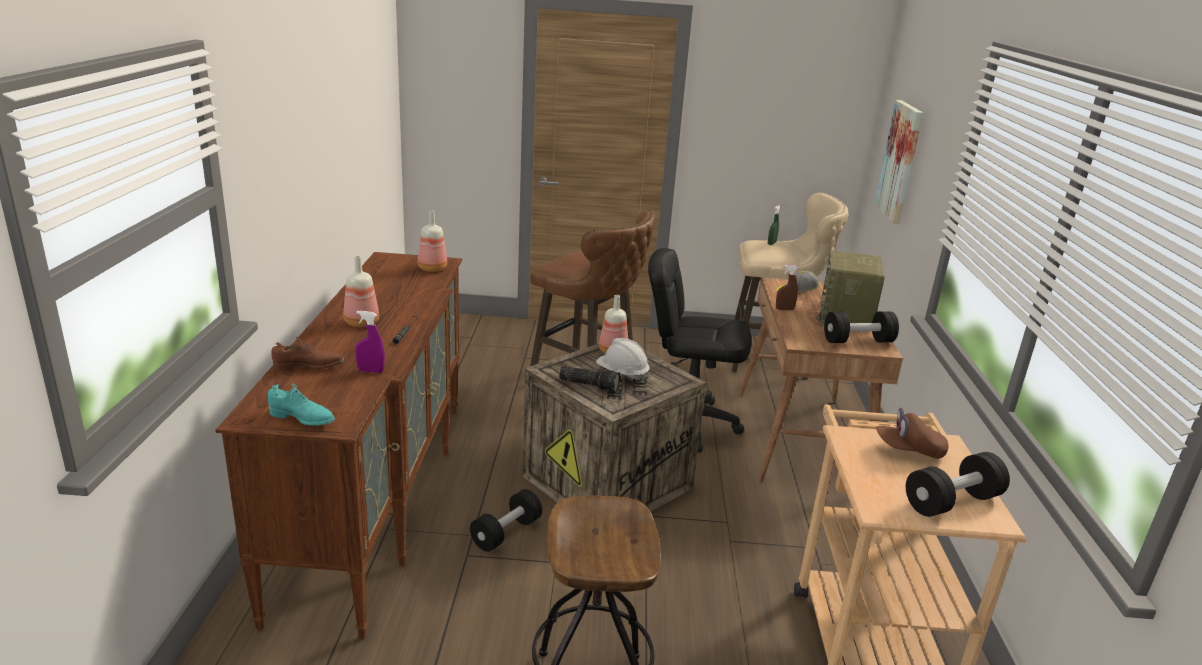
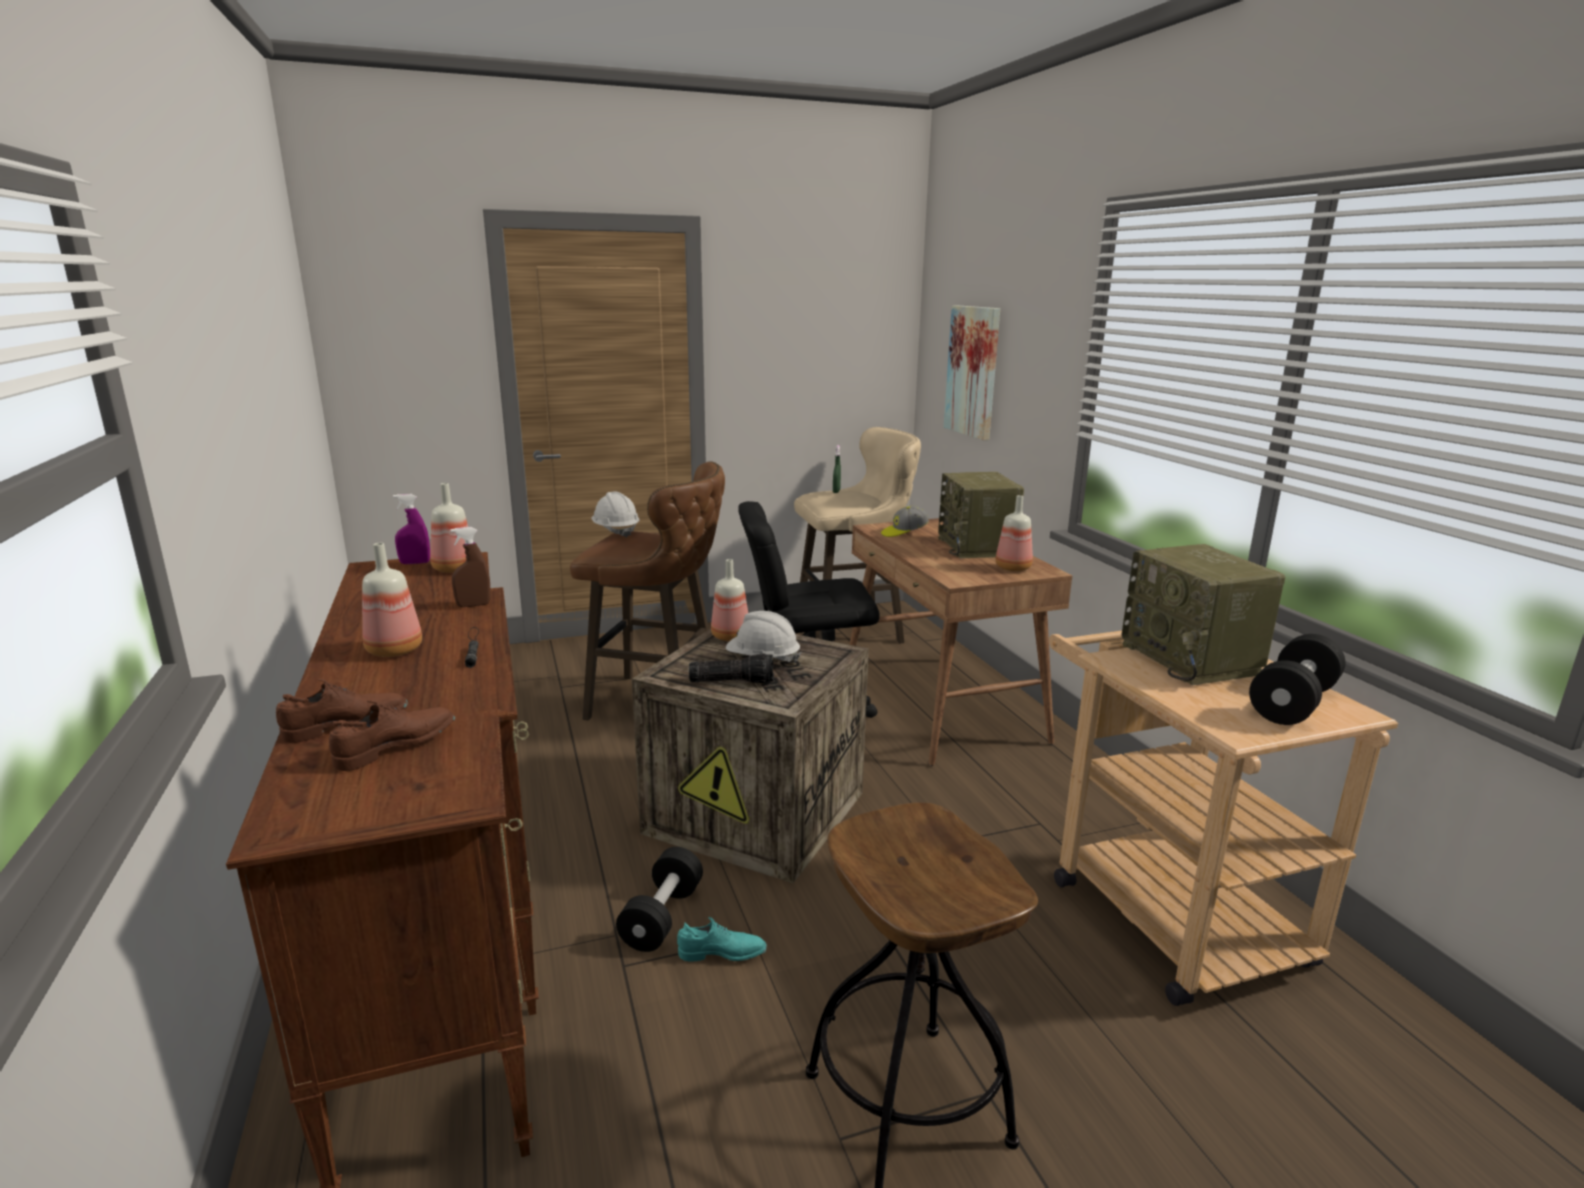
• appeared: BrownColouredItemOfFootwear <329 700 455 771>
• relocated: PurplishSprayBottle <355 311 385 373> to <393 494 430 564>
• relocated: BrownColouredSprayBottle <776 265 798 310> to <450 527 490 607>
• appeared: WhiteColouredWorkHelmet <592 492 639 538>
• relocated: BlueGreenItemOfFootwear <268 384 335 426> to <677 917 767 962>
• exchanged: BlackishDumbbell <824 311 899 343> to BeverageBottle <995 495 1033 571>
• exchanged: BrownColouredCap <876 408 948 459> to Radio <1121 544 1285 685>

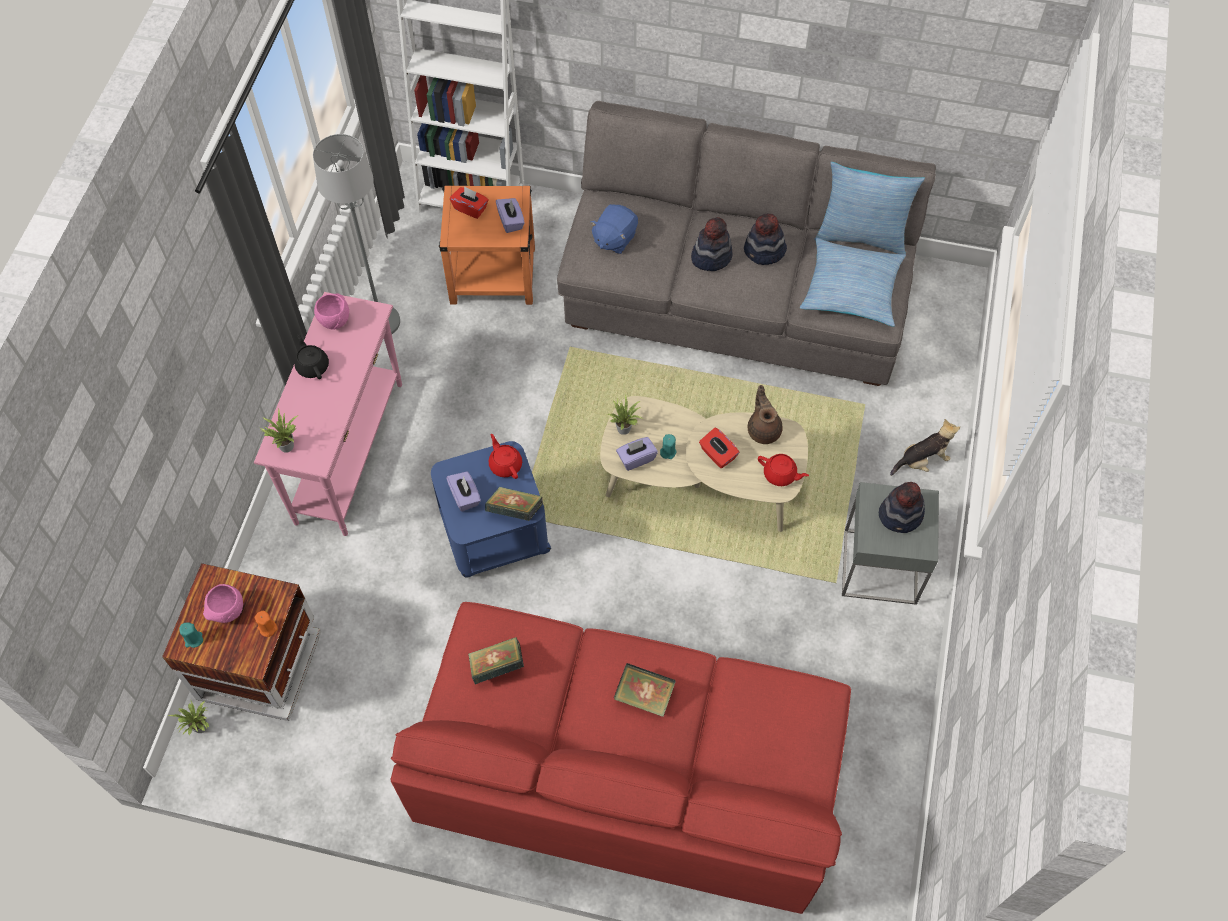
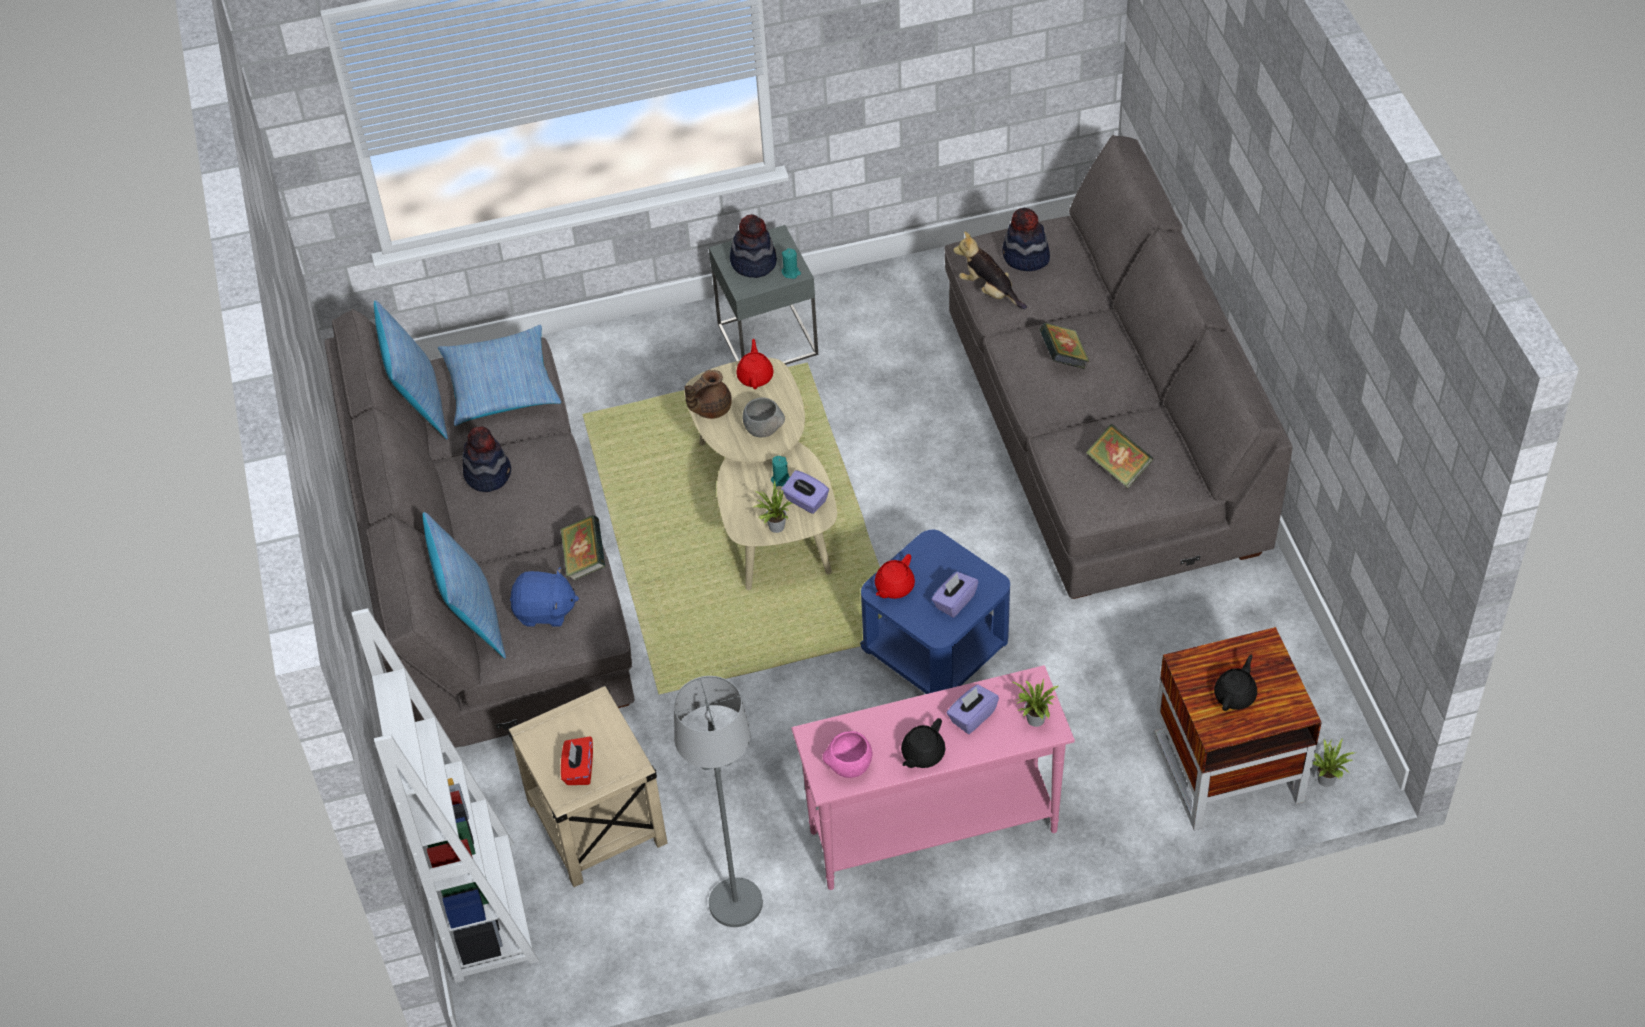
• appeared: ThrowPillow <423 512 506 658>
• colour: OrangeySideTable <439 186 535 305> to BeigeSideTable <508 686 667 887>
• relocated: BoundBook <485 487 543 521> to <560 515 605 581>
• exchanged: RedBoxOfTissues <699 427 739 468> to GreyServingBowl <743 397 785 437>
• relocated: BlueGreenWaxLight <179 622 203 648> to <781 248 801 279>
• colour: RedCouch <390 602 851 914> to GreyCouch <944 135 1293 599>
• relocated: PurplishBoxOfTissues <496 198 525 233> to <947 685 999 734>
• relocated: SoftToy <890 419 960 476> to <953 231 1027 309>
• relocated: ClothingHat <691 217 733 271> to <1002 208 1050 271>
• exchanged: PinkServingBowl <203 584 243 623> to BlackishTeapot <1214 654 1257 711>
• missing: OrangeyWaxLight <255 611 278 637>

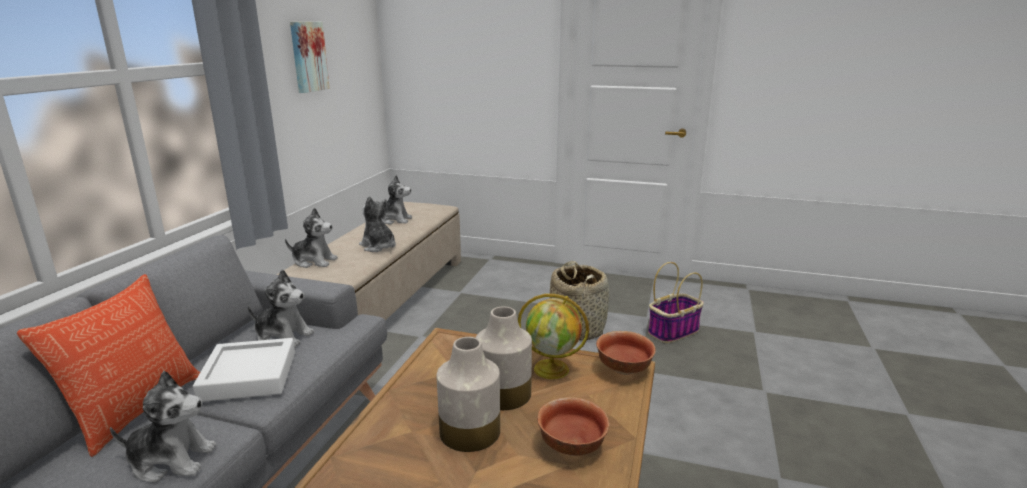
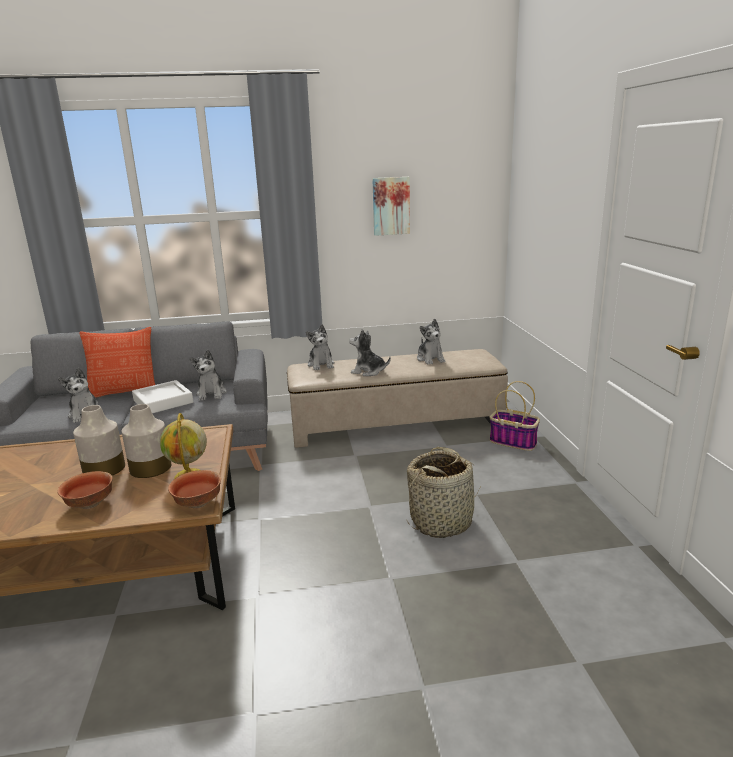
• spun: SoftToy <359 196 396 252> = <349 329 391 376> 90 degrees counterclockwise
• relocated: Basket <648 262 704 343> to <490 381 540 451>

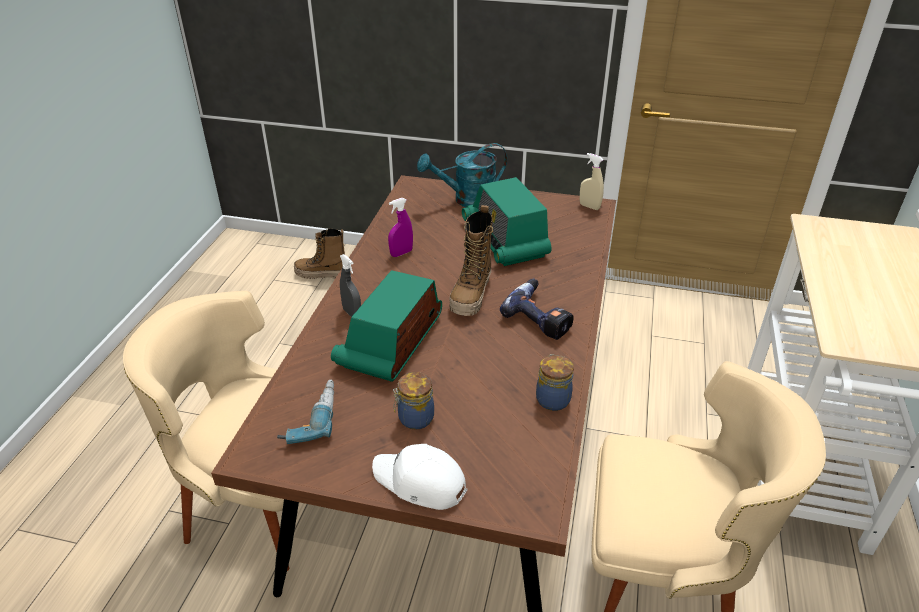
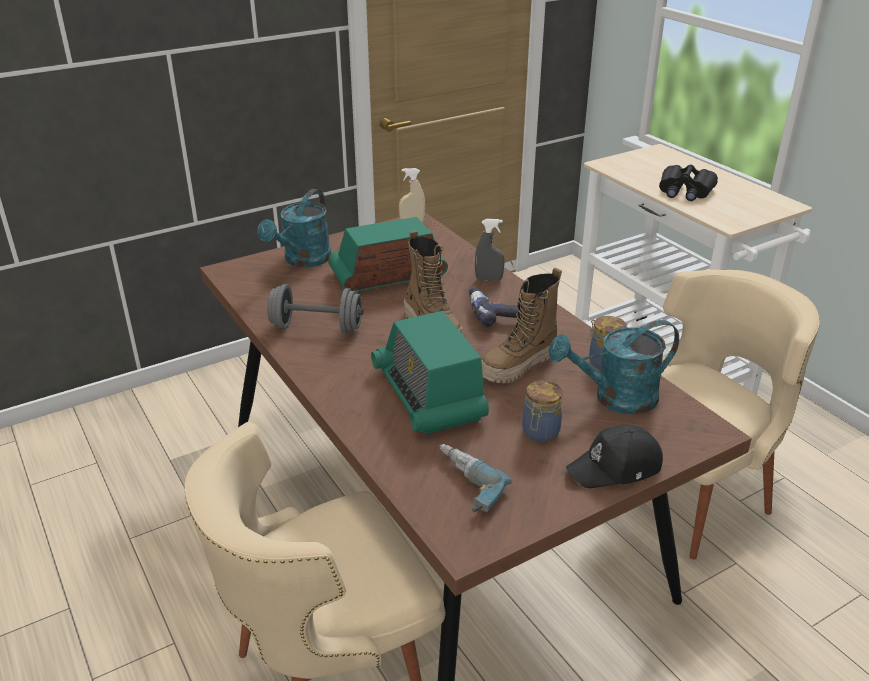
• exchanged: PurplishSprayBottle <388 198 413 257> to GreyDumbbell <267 284 363 333>
• spun: Radio <462 177 552 266> = <328 217 448 292> 135 degrees clockwise
• relocated: GreySprayBottle <340 254 361 317> to <475 219 505 281>
• relocated: Boot <294 229 345 279> to <481 268 562 384>
• appeared: BlueGreenSprinklingCan <549 320 679 414>
• colour: WhiteColouredCap <372 444 467 510> to BlackishCap <566 425 663 488>
• appeared: BlackishBinoculars <659 164 718 201>

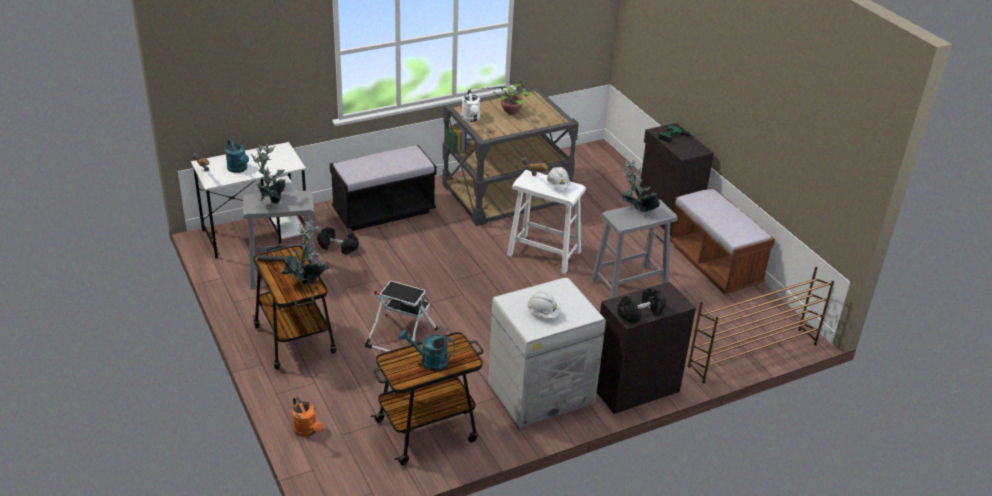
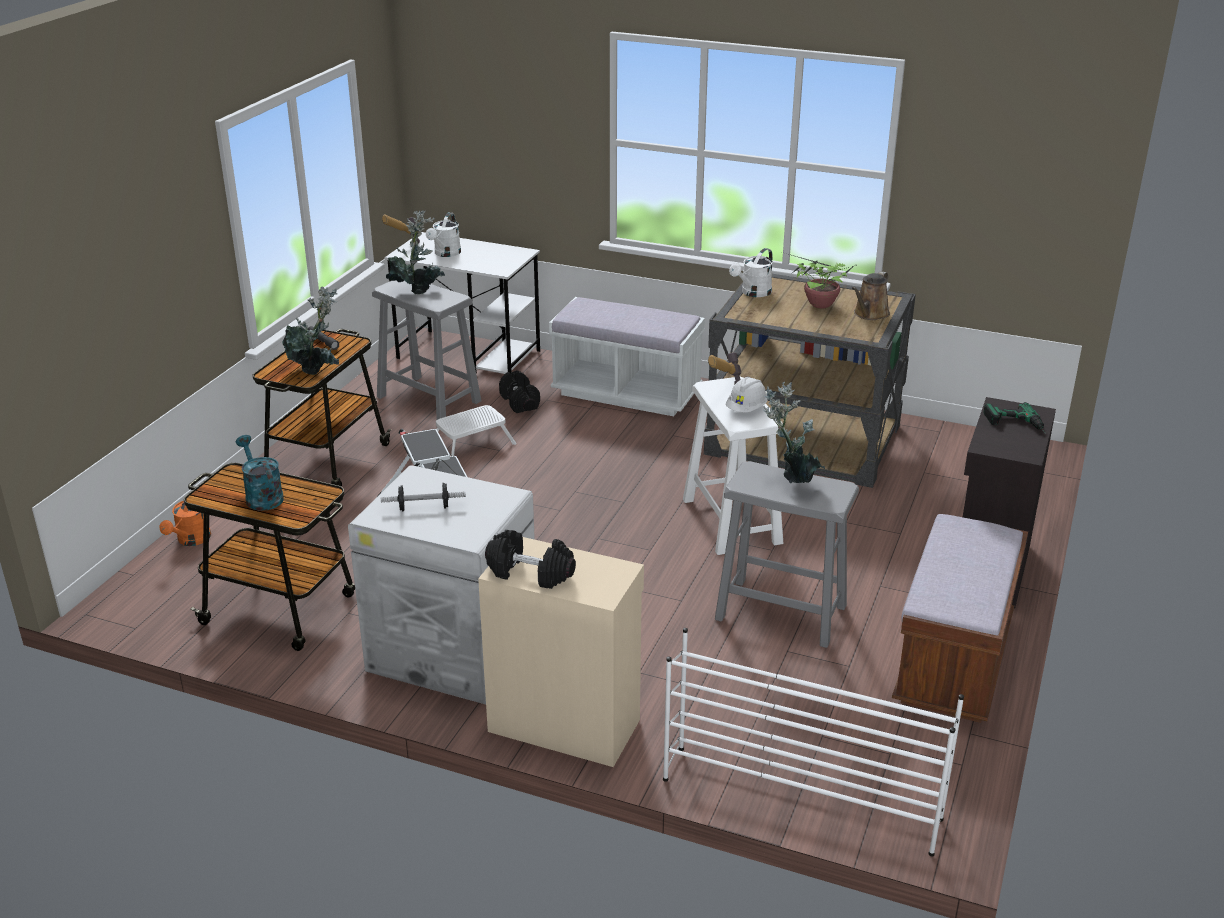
• exchanged: WhiteColouredWorkHelmet <527 291 561 318> to Dumbbell <381 483 466 511>
• colour: BlueGreenSprinklingCan <225 139 249 173> to WhiteColouredSprinklingCan <426 212 461 257>
• appeared: WhiteColouredStepladder <436 405 517 456>
• colour: BlackishCupboard <597 282 696 414> to BeigeCupboard <478 537 644 767>
• colour: BlackishLongSeat <330 145 436 231> to WhiteColouredLongSeat <549 297 705 416>
• colour: BrownColouredShoeRack <687 267 834 383> to WhiteColouredShoeRack <663 628 964 856>
• appeared: BrownColouredSprinklingCan <852 271 890 320>

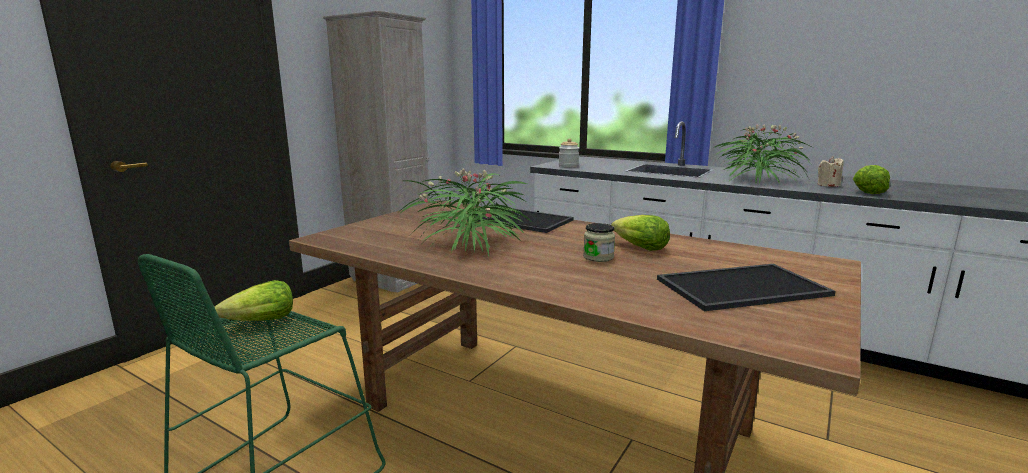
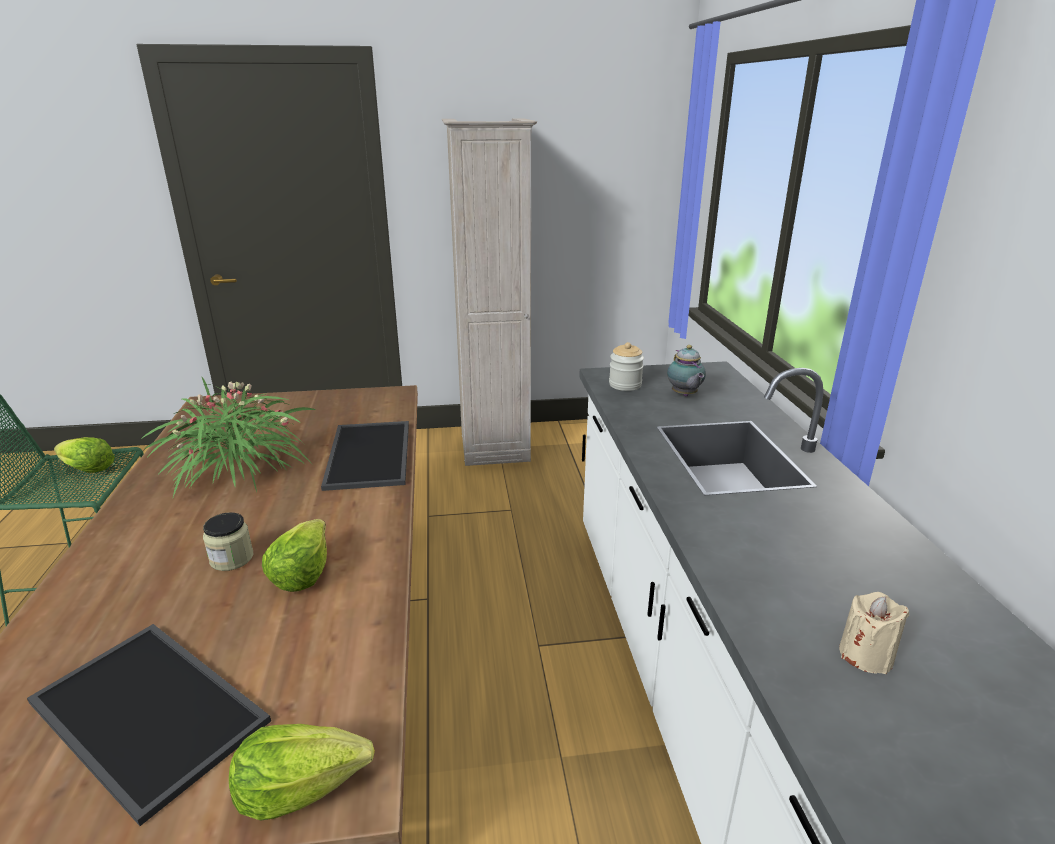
• relocated: Lettuce <853 165 890 194> to <229 724 375 821>
• appeared: Teapot <667 345 706 397>
• missing: PottedPlant <715 124 813 184>

